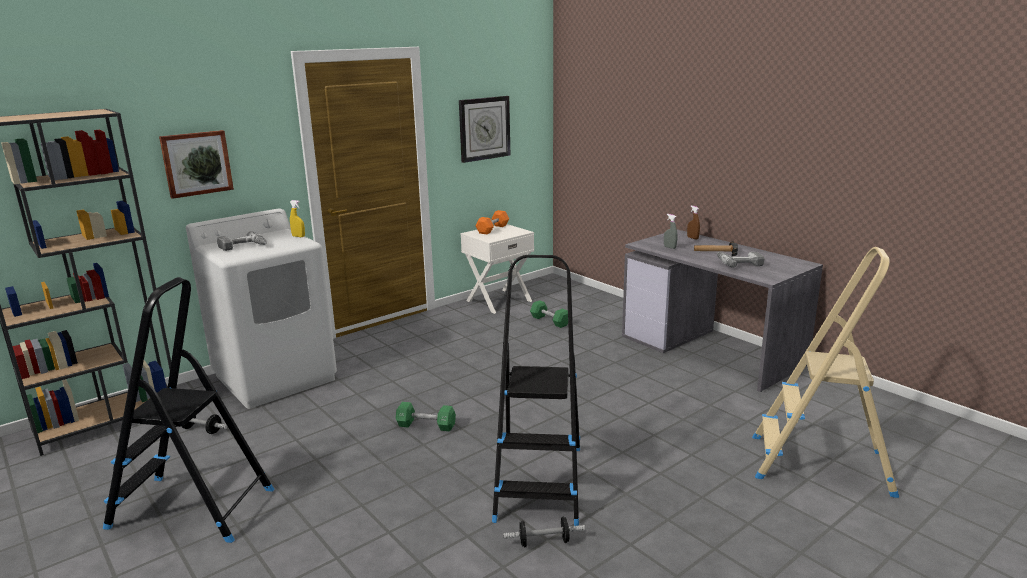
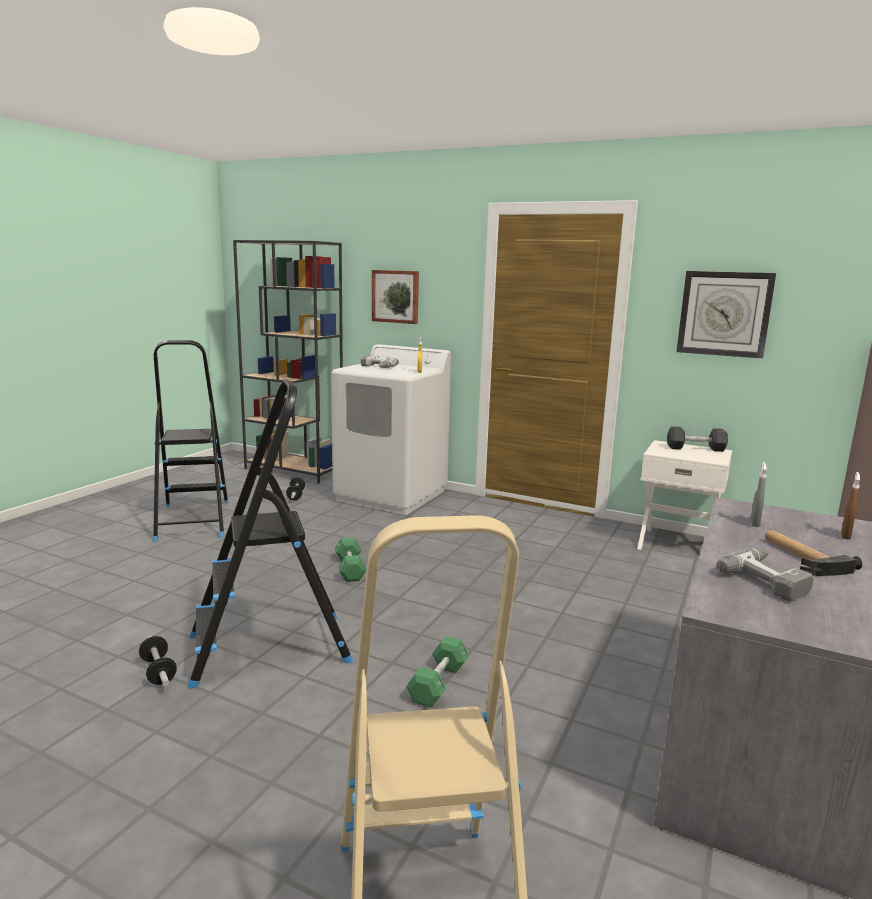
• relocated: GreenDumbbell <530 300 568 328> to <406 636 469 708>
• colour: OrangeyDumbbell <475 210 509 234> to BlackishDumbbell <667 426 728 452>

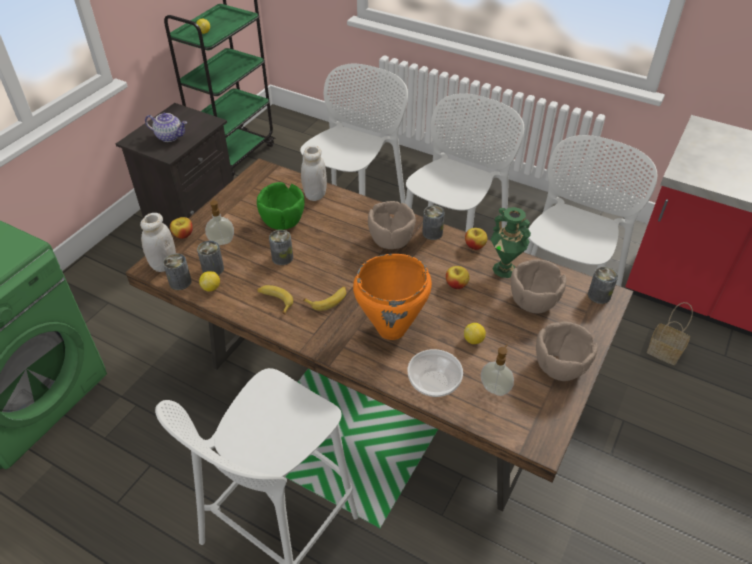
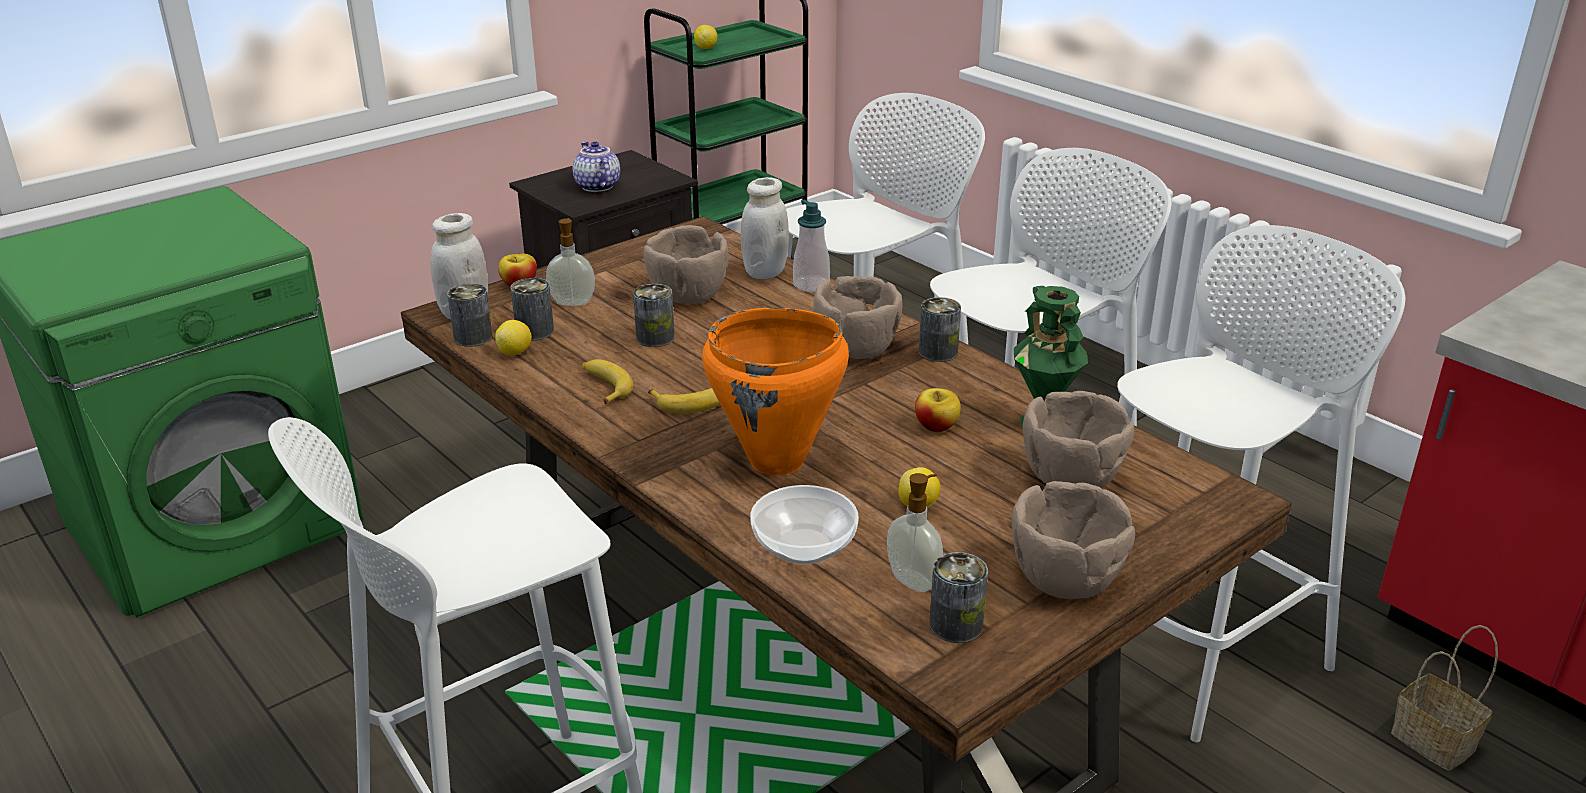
• spun: Teapot <145 113 187 142> = <573 141 620 192> 150 degrees counterclockwise
• colour: GreenServingBowl <257 182 305 230> to BrownColouredServingBowl <644 225 729 304>
• appeared: SoapDispenser <793 199 830 292>
• relocated: SealedCan <588 267 618 304> to <929 552 988 643>
• missing: WholeApple <465 228 487 250>

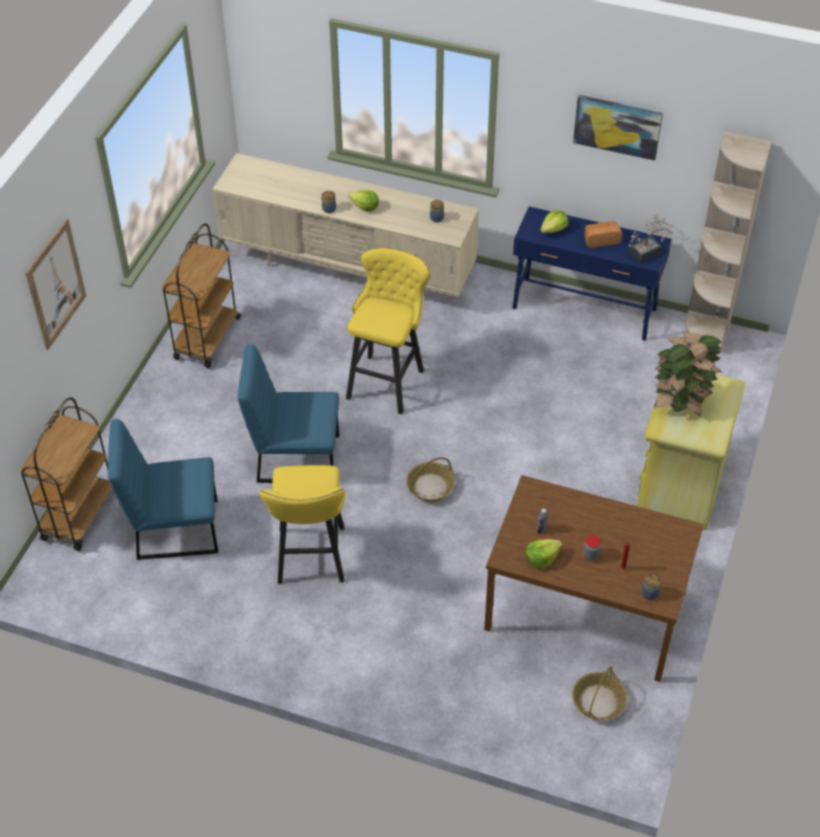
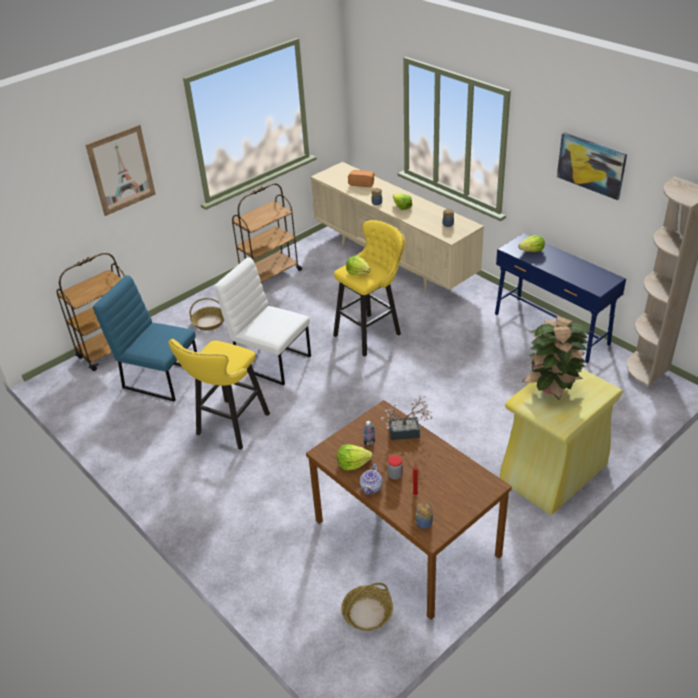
• relocated: Basket <406 457 455 502> to <190 298 224 331>
• colour: BluePlainChair <238 345 339 483> to WhiteColouredPlainChair <214 257 311 385>
• appeared: Lettuce <346 256 371 275>
• relocated: BakeryBread <584 221 622 248> to <348 170 374 187>
• appeared: Teapot <360 464 383 495>
• relocated: PottedPlant <628 213 673 264> to <381 395 432 440>

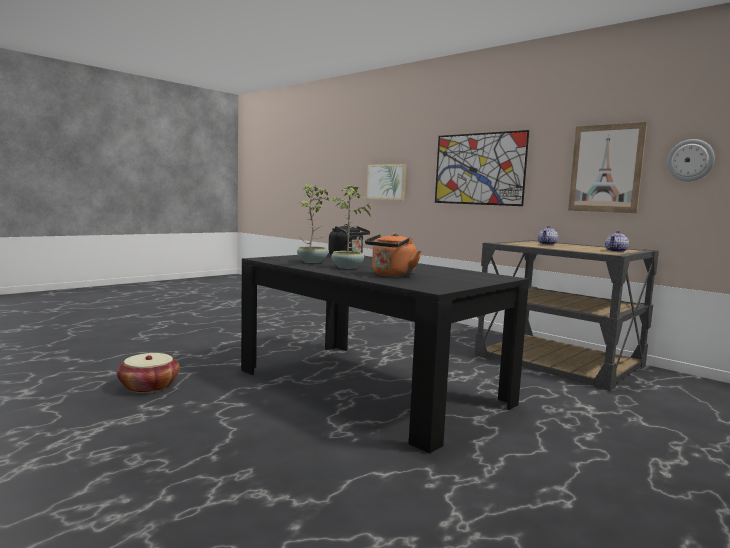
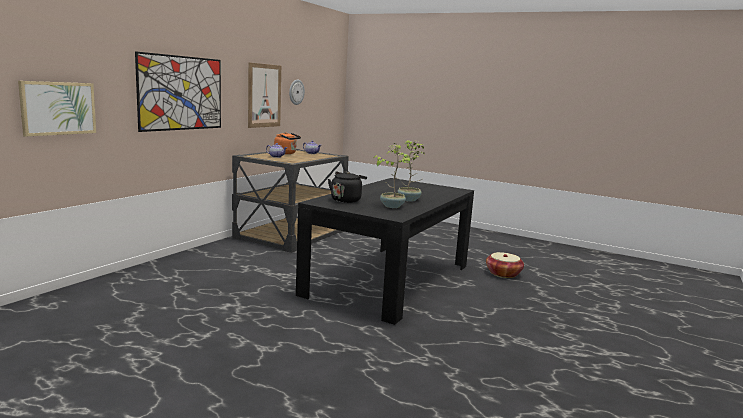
• relocated: OrangeyKettle <365 233 421 277> to <274 132 301 154>
• relocated: Basket <117 353 180 393> to <486 252 524 278>

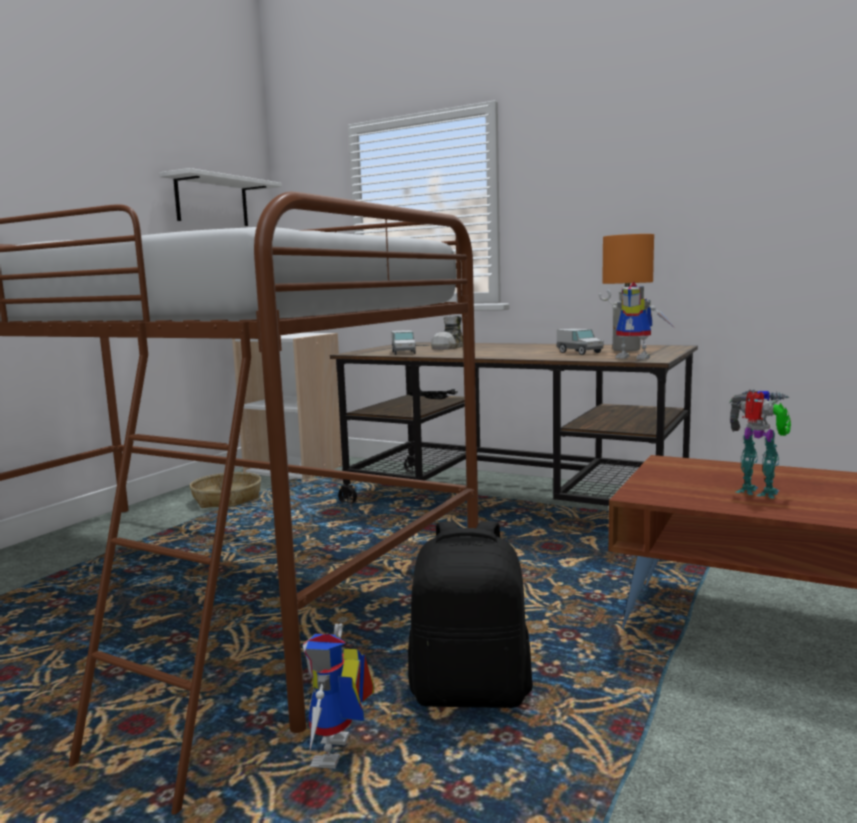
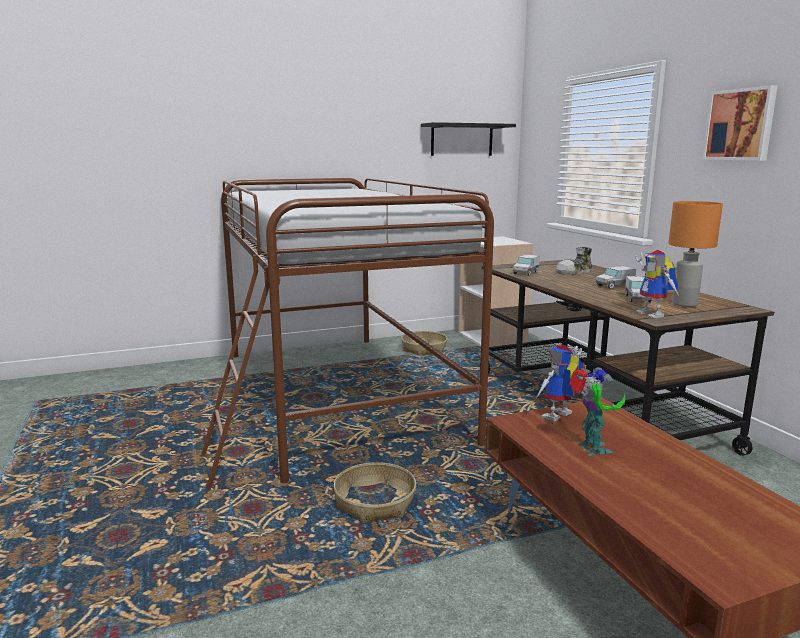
• exchanged: BlackishBackpack <408 521 533 708> to Basket <333 462 416 523>
• colour: WhiteColouredBracketShelf <160 168 282 226> to BlackishBracketShelf <421 122 516 156>
• relocated: RobotFigure <302 623 374 769> to <535 345 586 422>
• appeared: ToyTruck <596 266 636 289>
• appeared: WallPicture <702 85 778 161>

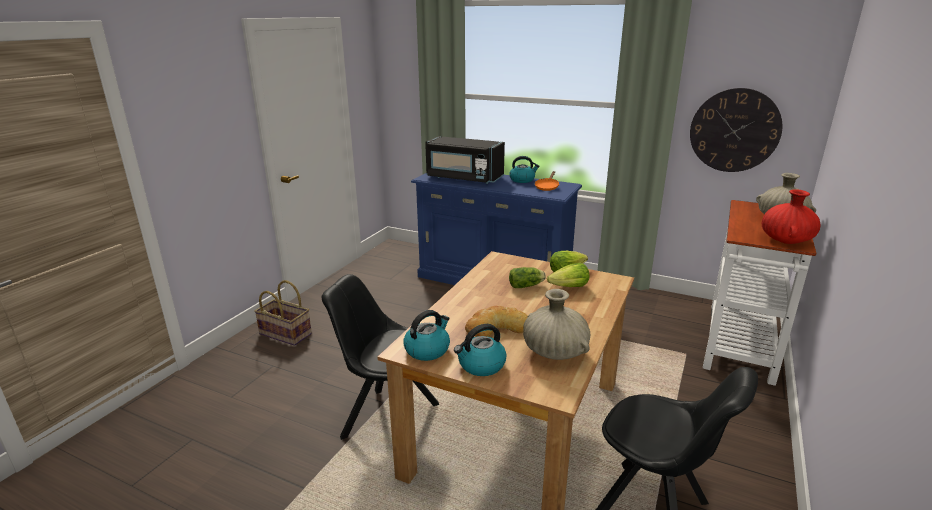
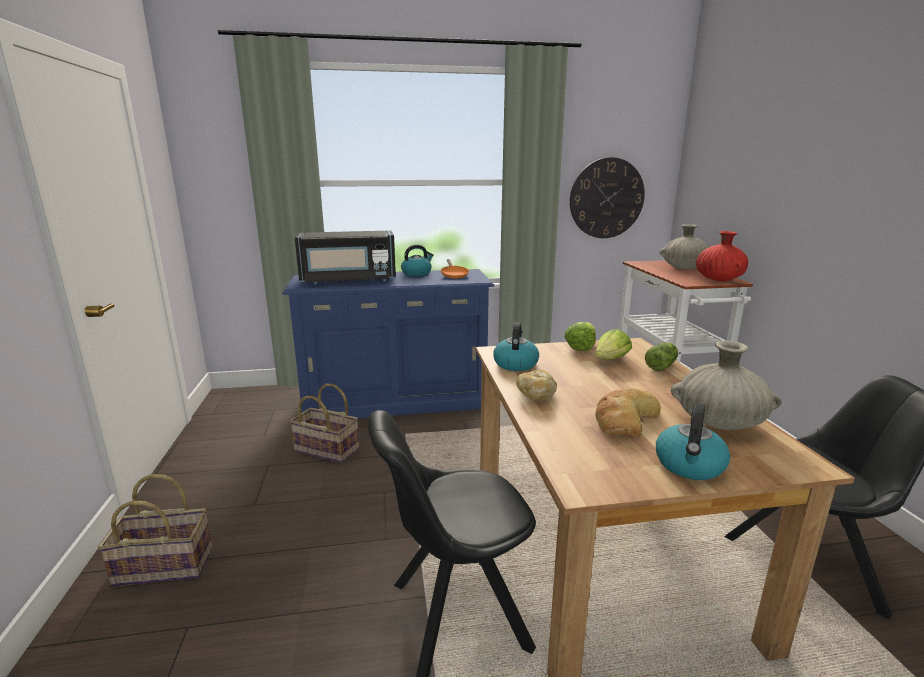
• appeared: Basket <290 384 359 463>
• relocated: Kettle <403 310 450 361> to <493 322 539 371>
• appeared: BakeryBread <516 370 557 400>
• relocated: Lettuce <509 267 546 288> to <645 342 678 371>

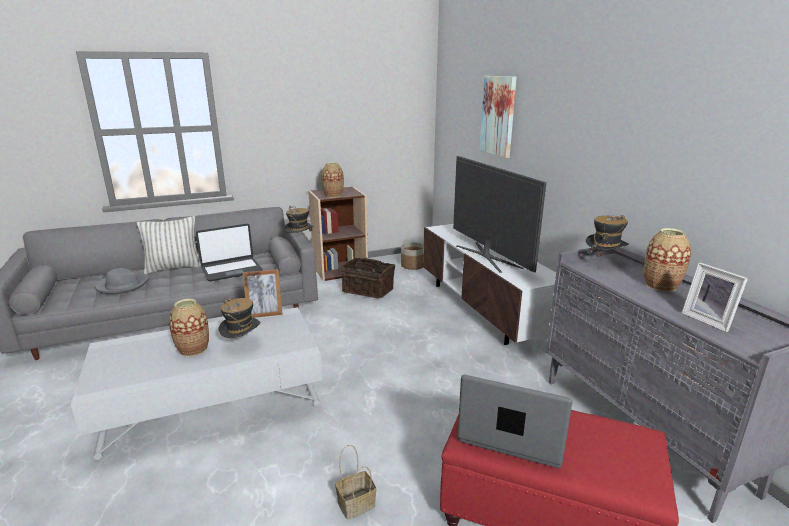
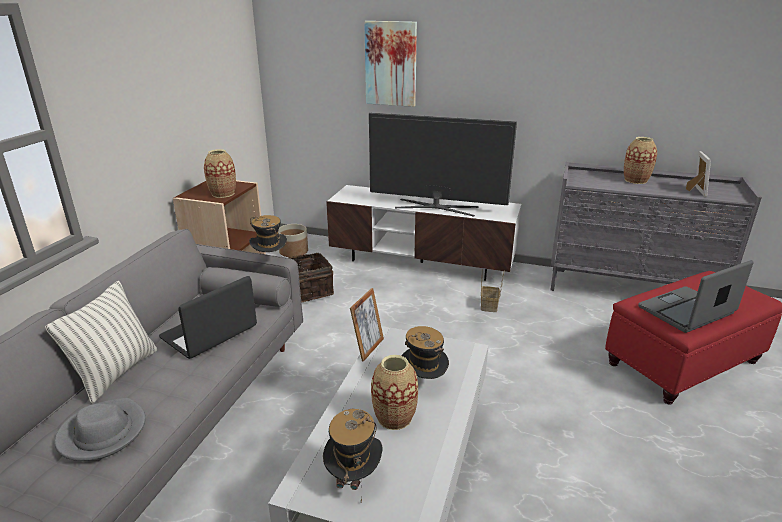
• spun: Laptop <196 224 263 282> = <159 276 257 359> 150 degrees counterclockwise
• relocated: ClothingHat <586 215 629 267> to <323 408 383 502>
• relocated: Basket <335 445 377 519> to <481 269 504 312>
• spun: PhotoFrame <682 262 748 332> = <686 151 711 197> 90 degrees counterclockwise

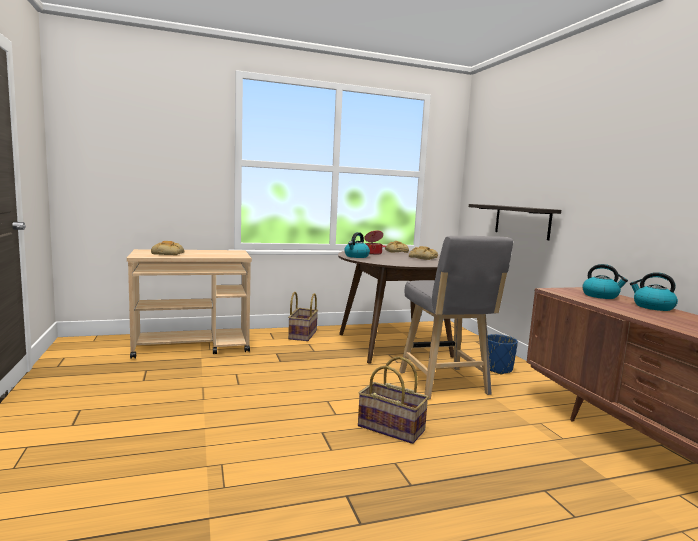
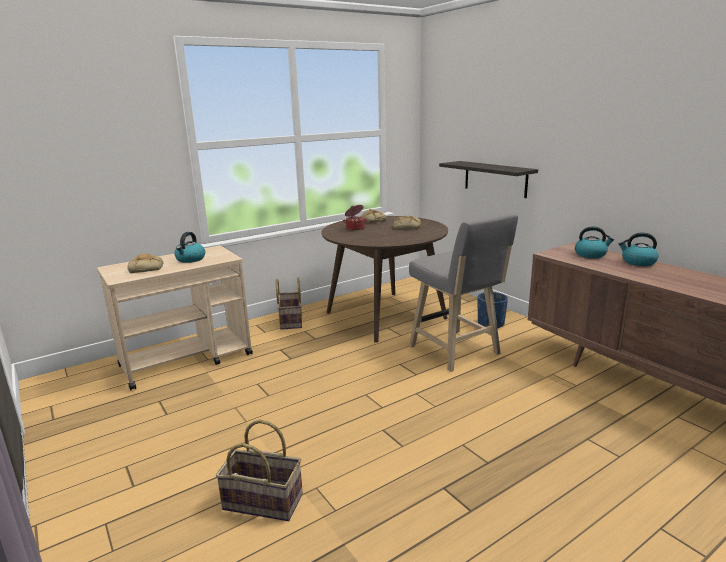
• relocated: Kettle <344 232 370 258> to <174 232 205 263>
• relocated: Basket <358 356 429 444> to <216 419 303 521>

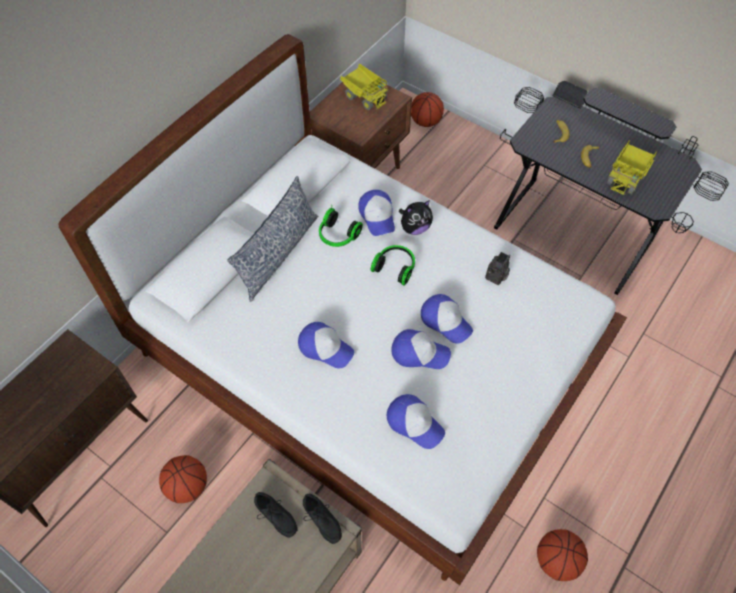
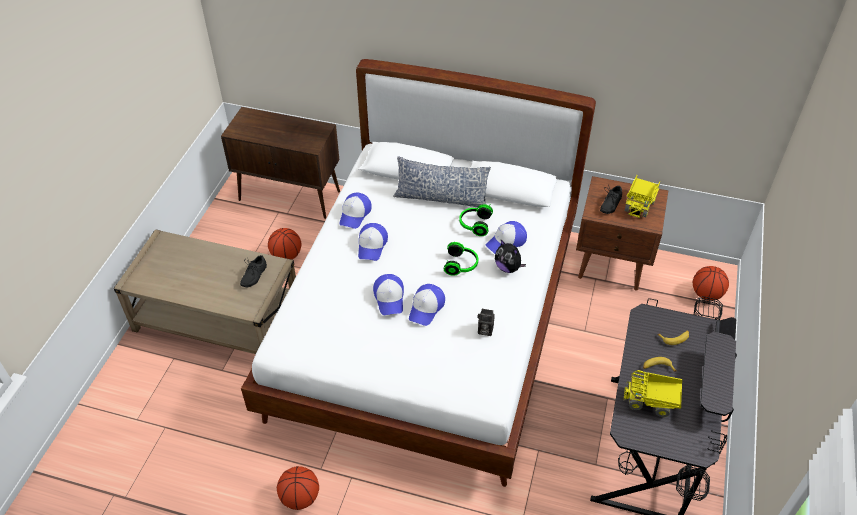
• relocated: Cap <387 394 445 449> to <339 193 372 229>
• relocated: BlackishItemOfFootwear <303 494 342 544> to <600 185 622 214>

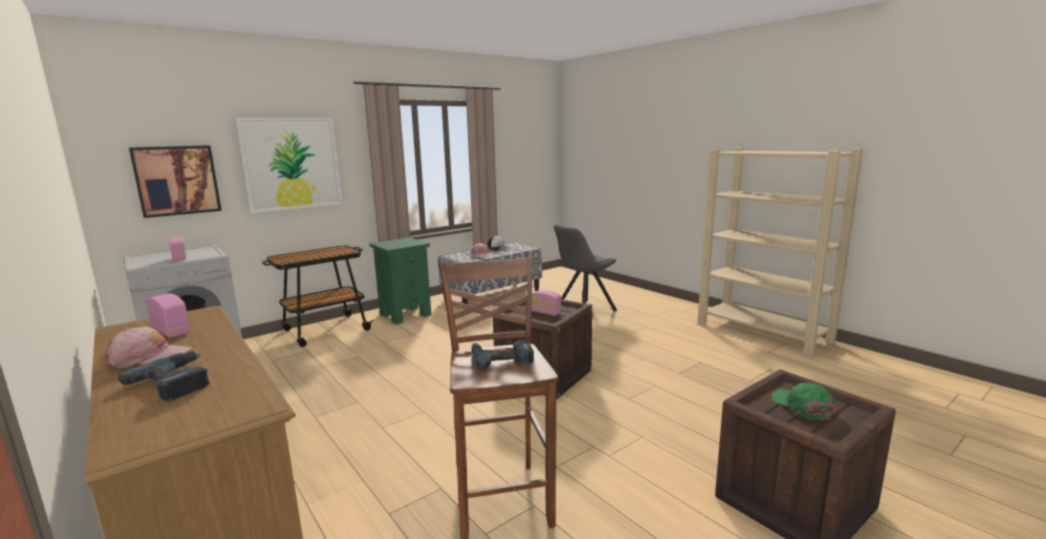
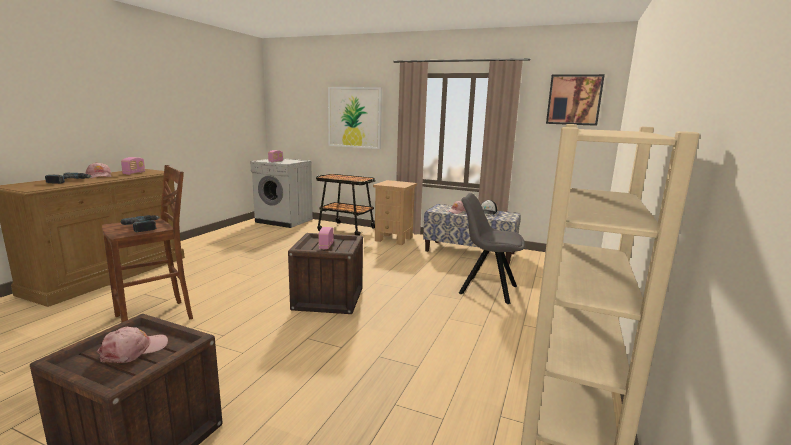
• colour: GreenCap <771 383 835 420> to PinkCap <97 327 168 363>
• colour: GreenNightTable <370 237 431 324> to BeigeNightTable <373 180 417 245>
• relocated: WallPicture <129 145 222 218> to <546 74 605 126>

